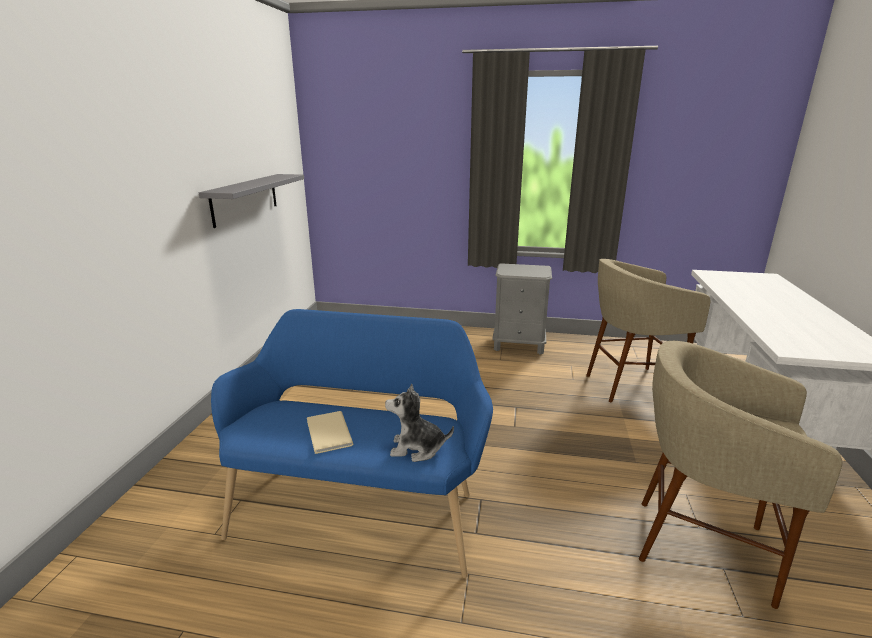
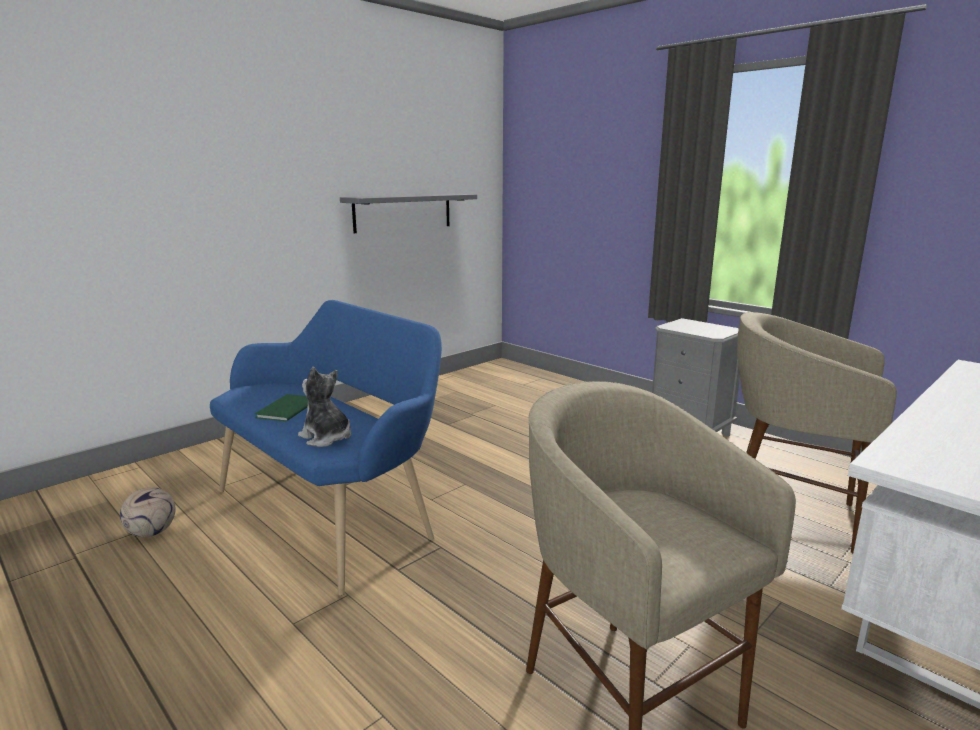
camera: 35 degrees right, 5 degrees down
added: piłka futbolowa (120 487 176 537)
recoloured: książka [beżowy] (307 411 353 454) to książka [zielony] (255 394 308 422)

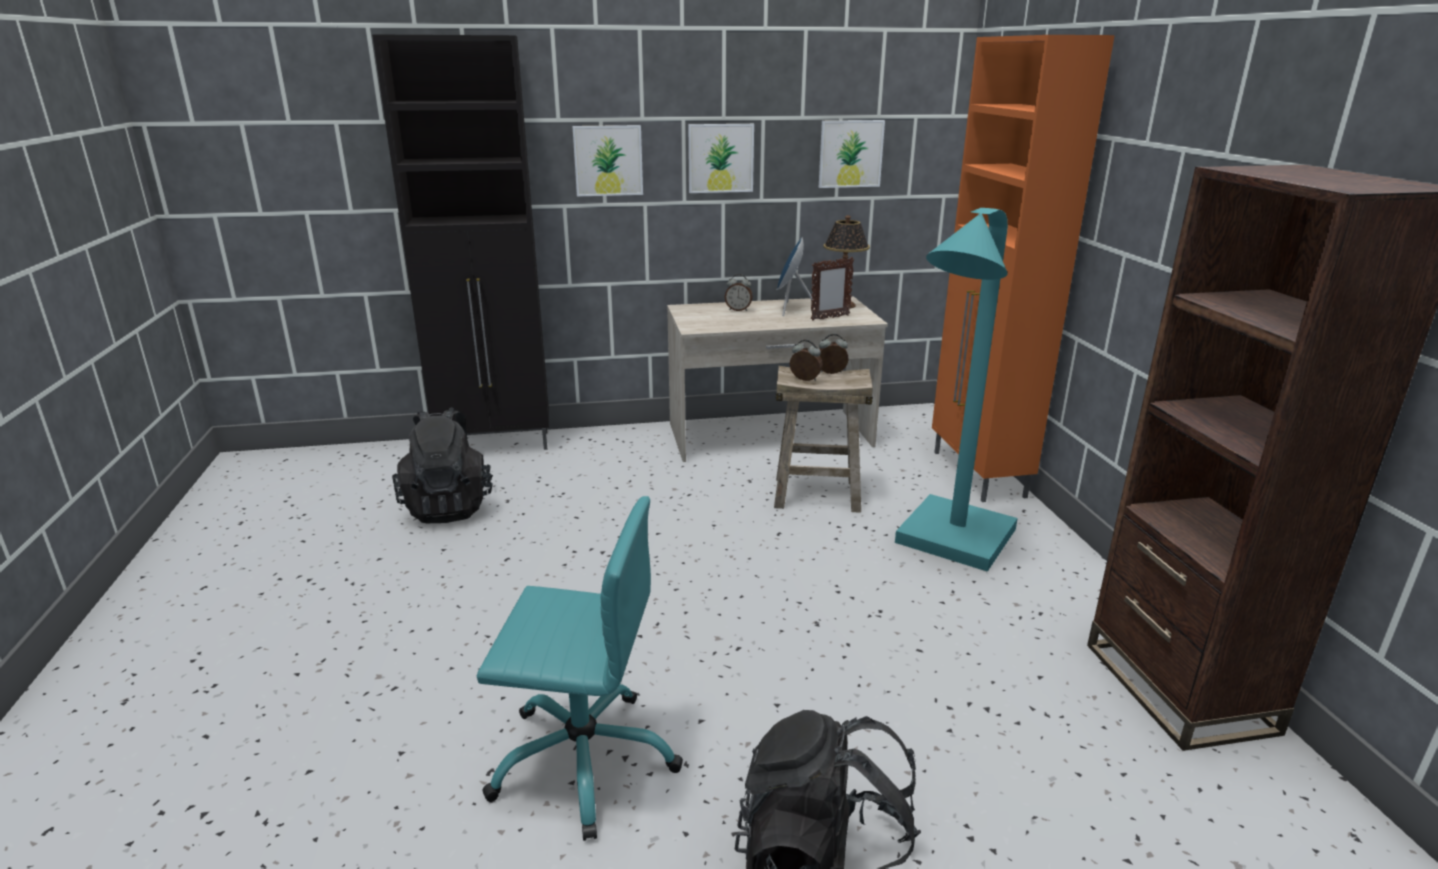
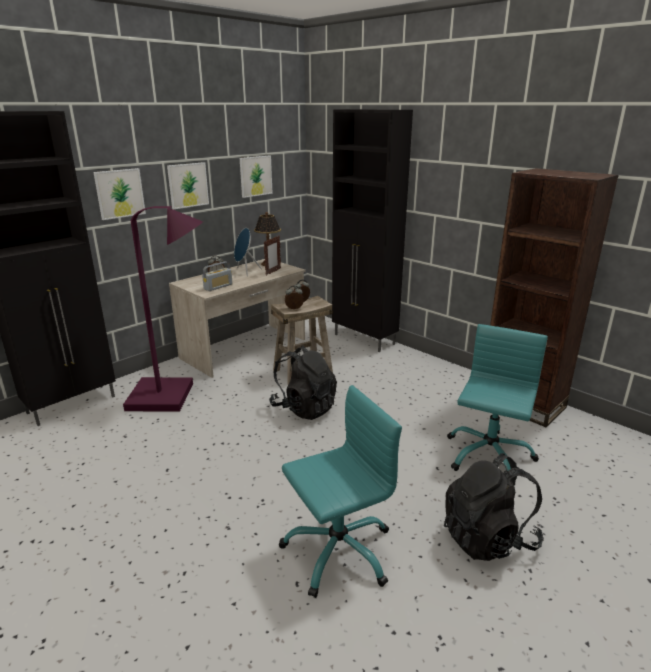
camera: 35 degrees left, 0 degrees up
removed: lampa stojąca [turkusowy] (895 208 1018 572)
added: lampa stojąca [fioletowy] (123 206 203 412); radio (202 261 233 291); krzesło biurowe [turkusowy] (447 324 548 485)
moved: plecak [czarny] (392 408 493 523) to (269 346 337 420)
recoloured: szafka [pomarańczowy] (932 35 1115 502) to szafka [czarny] (332 109 413 352)

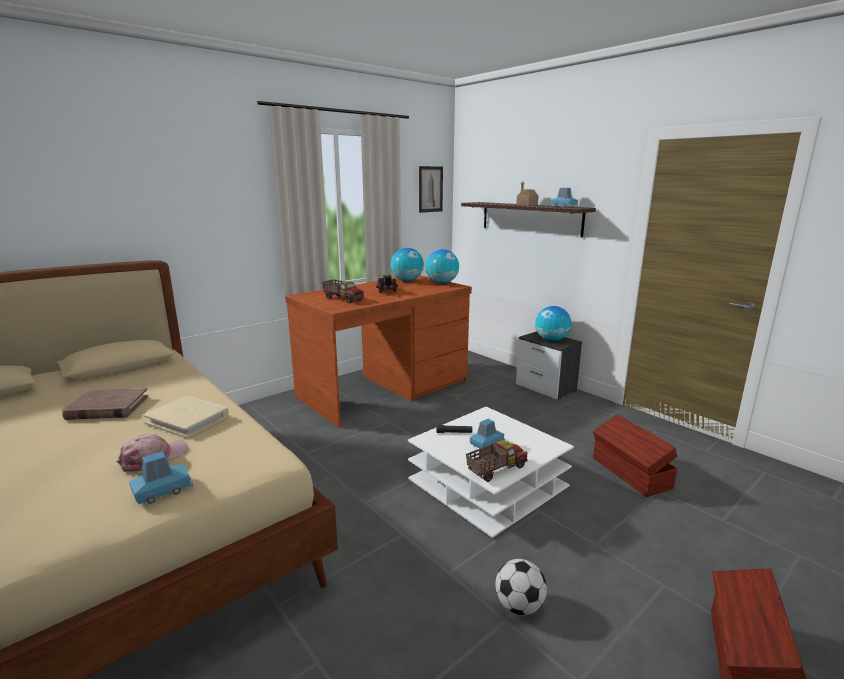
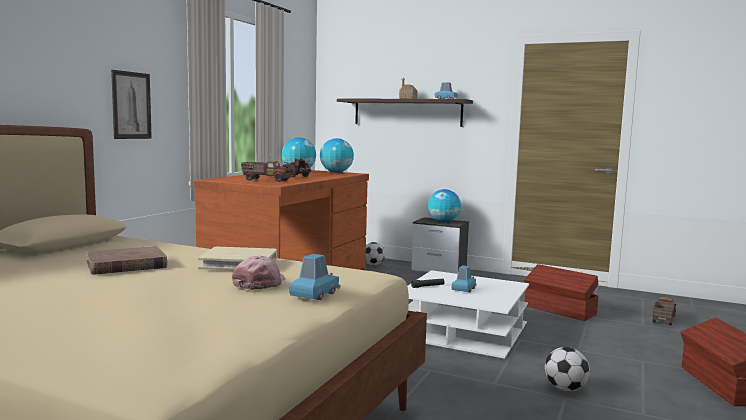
camera: 25 degrees left, 10 degrees down
added: piłka futbolowa (366 242 385 265)
moved: obraz (419 166 443 213) to (111 70 152 139); ciężarówka zabawkowa (466 440 528 482) to (653 297 676 325)

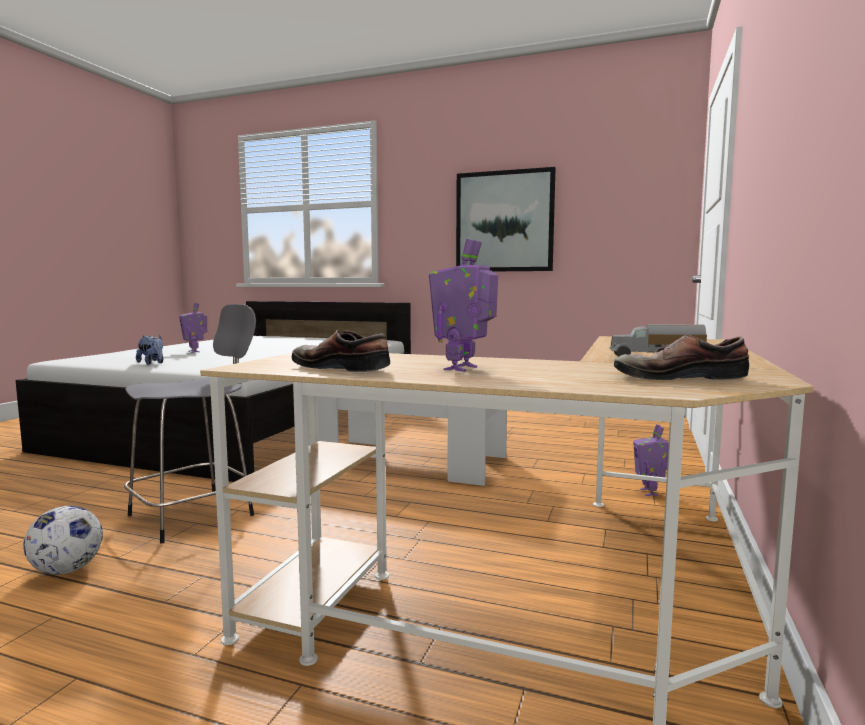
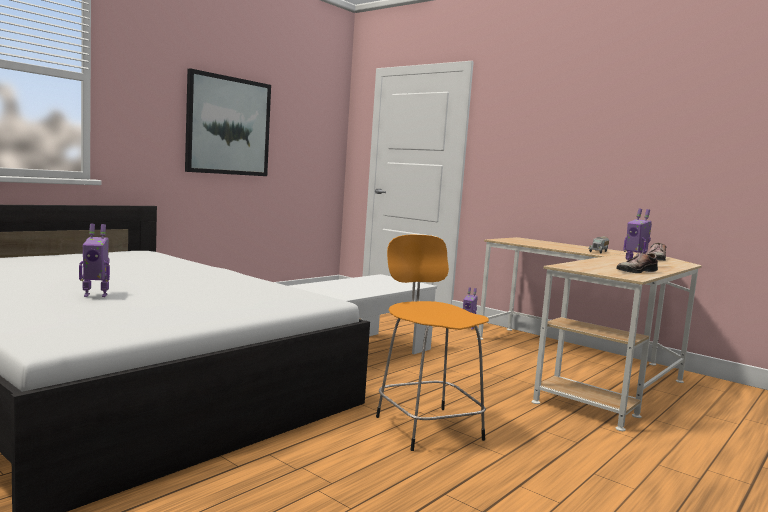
camera: 70 degrees left, 0 degrees up
removed: piłka futbolowa (23 505 103 575); pluszak (136 335 163 365)
recoloured: stołek [szary] (124 304 256 544) to stołek [pomarańczowy] (376 235 489 451)

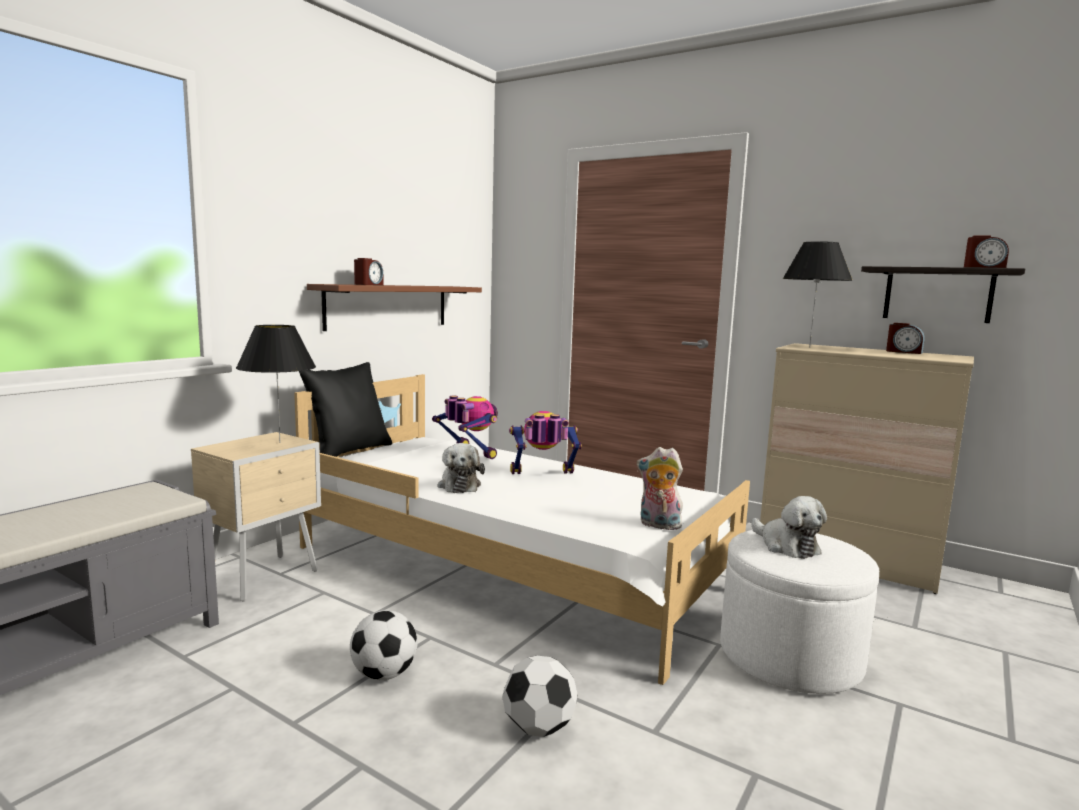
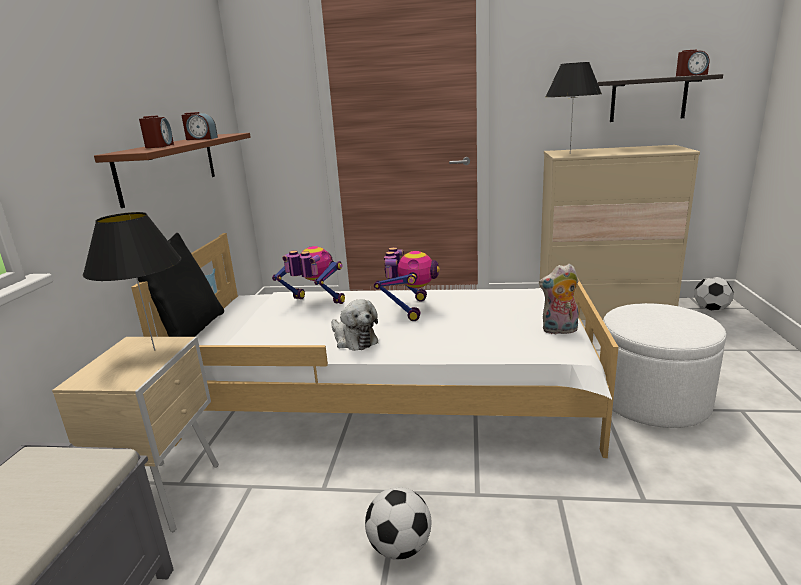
camera: 25 degrees left, 10 degrees up
removed: pluszak (751 496 827 559)
moved: budzik (886 323 925 354) to (181 112 218 140); piłka futbolowa (502 656 577 737) to (694 277 734 311)
turned: robot zabawkowy (509 411 582 474) = (374 247 440 321) 135 degrees clockwise

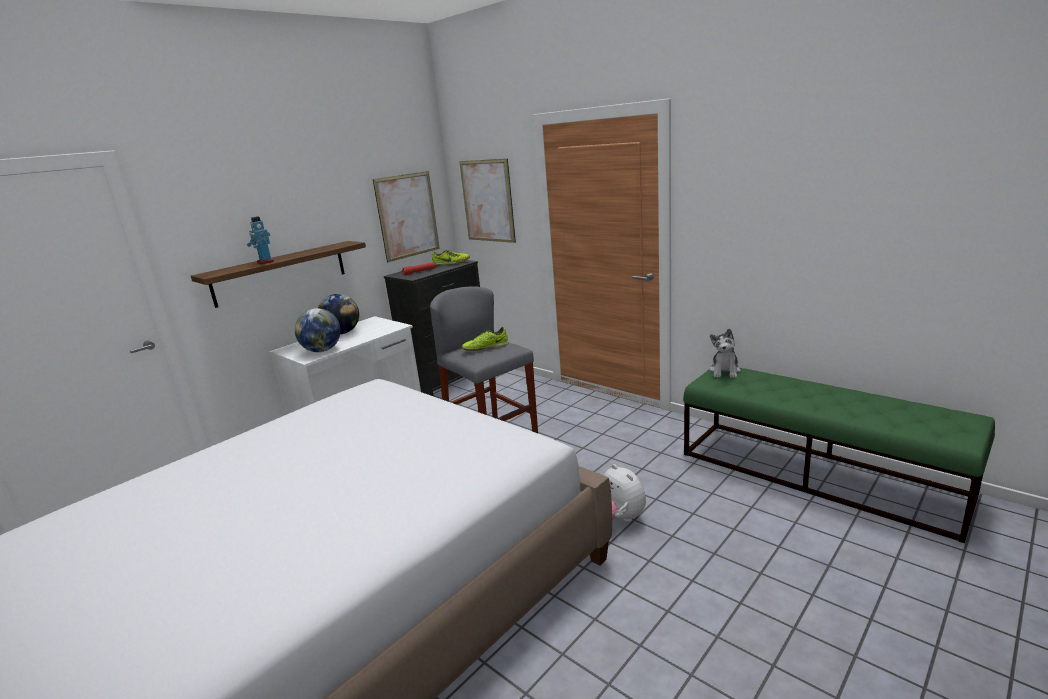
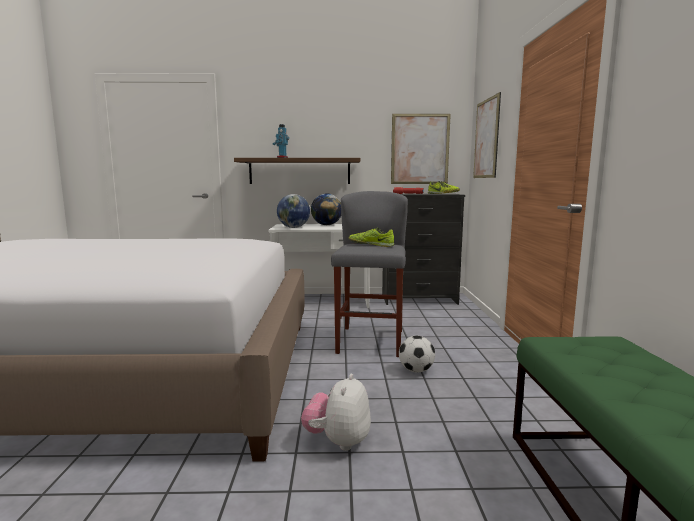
camera: 45 degrees right, 10 degrees down
removed: pluszak (709 328 741 378)
added: piłka futbolowa (399 336 435 373)

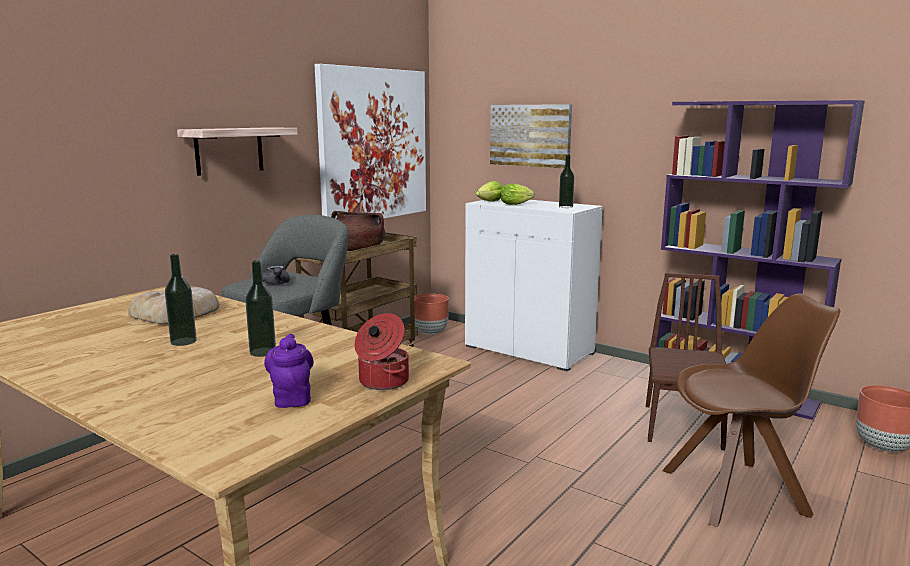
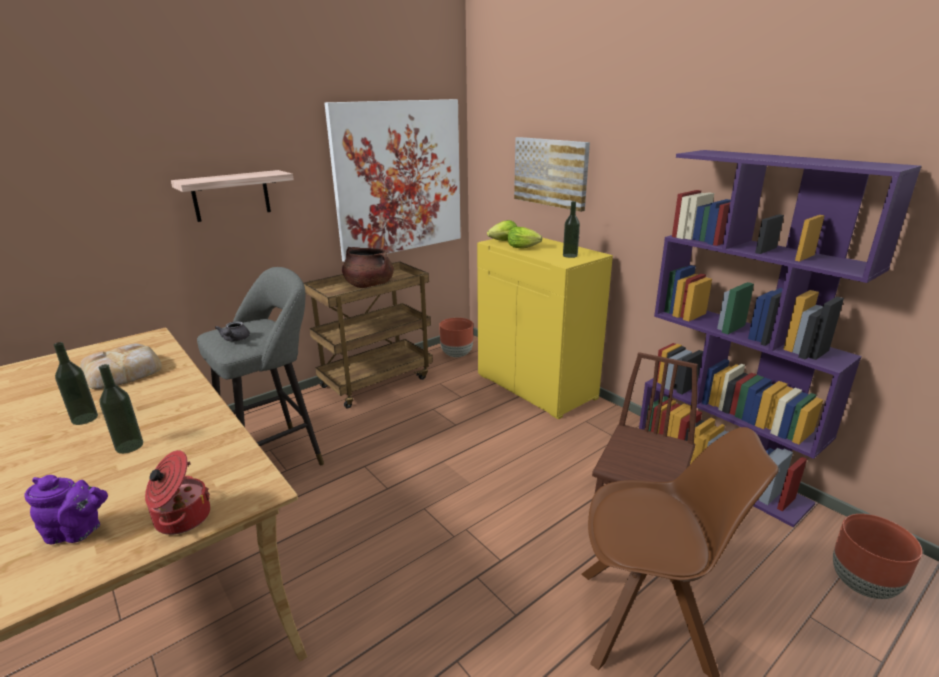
camera: 15 degrees right, 10 degrees up
recoloured: szafka [biały] (465 199 603 372) to szafka [żółty] (477 238 613 419)
turned: imbryk [fioletowy] (264 334 314 408) = (24 475 108 544) 90 degrees clockwise

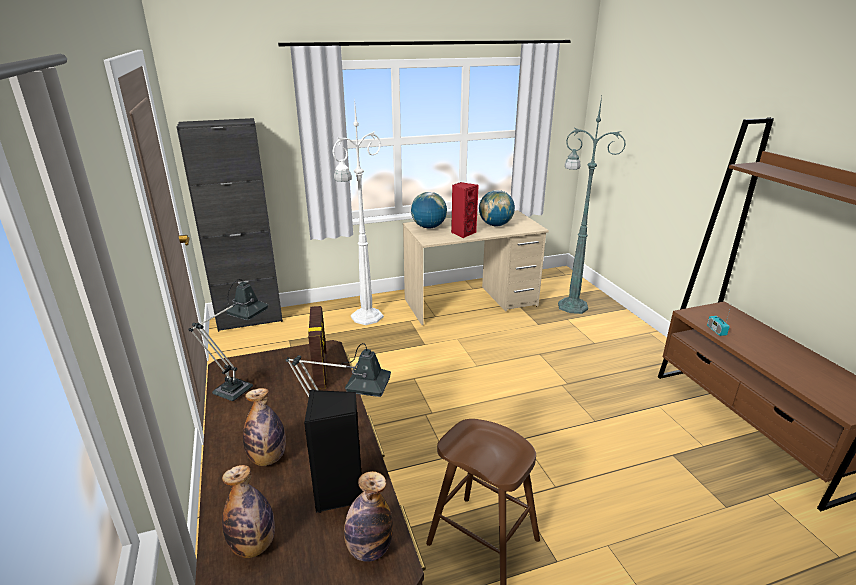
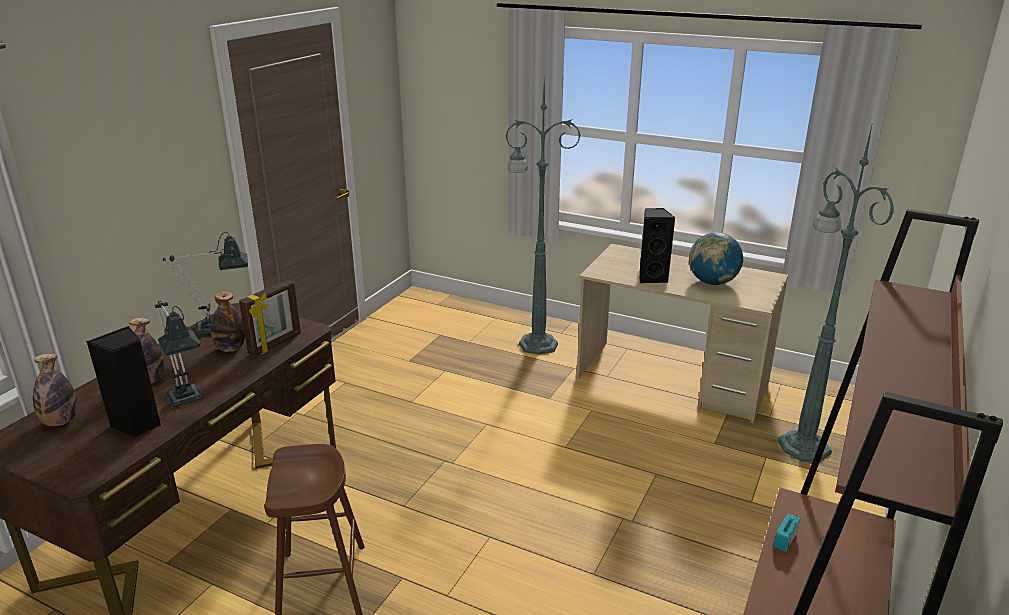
camera: 45 degrees right, 0 degrees up
removed: szafka [czarny] (177 118 283 332); globus (411 192 447 228)
moved: butelka (344 471 393 562) to (211 291 245 352)
recoloured: lampa stojąca [biały] (332 97 384 325) to lampa stojąca [zielony] (505 77 581 355); głośnik [czerwony] (451 182 479 238) to głośnik [czarny] (639 208 675 283)

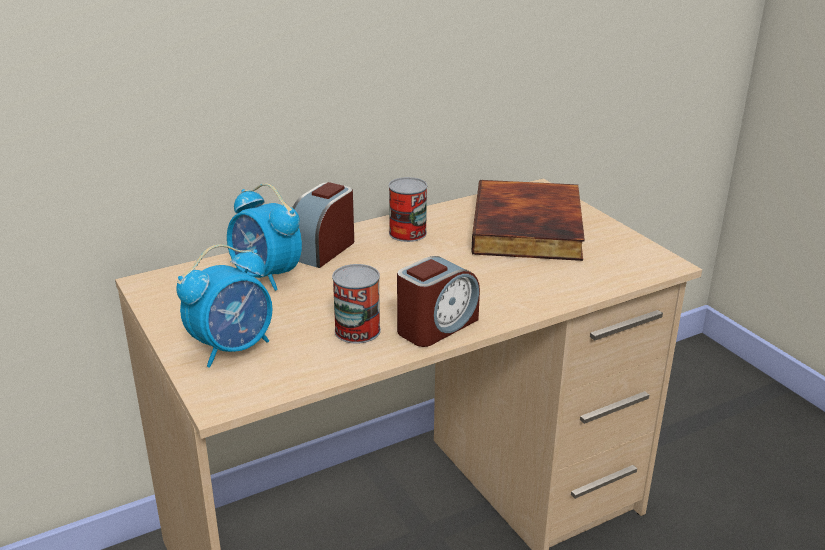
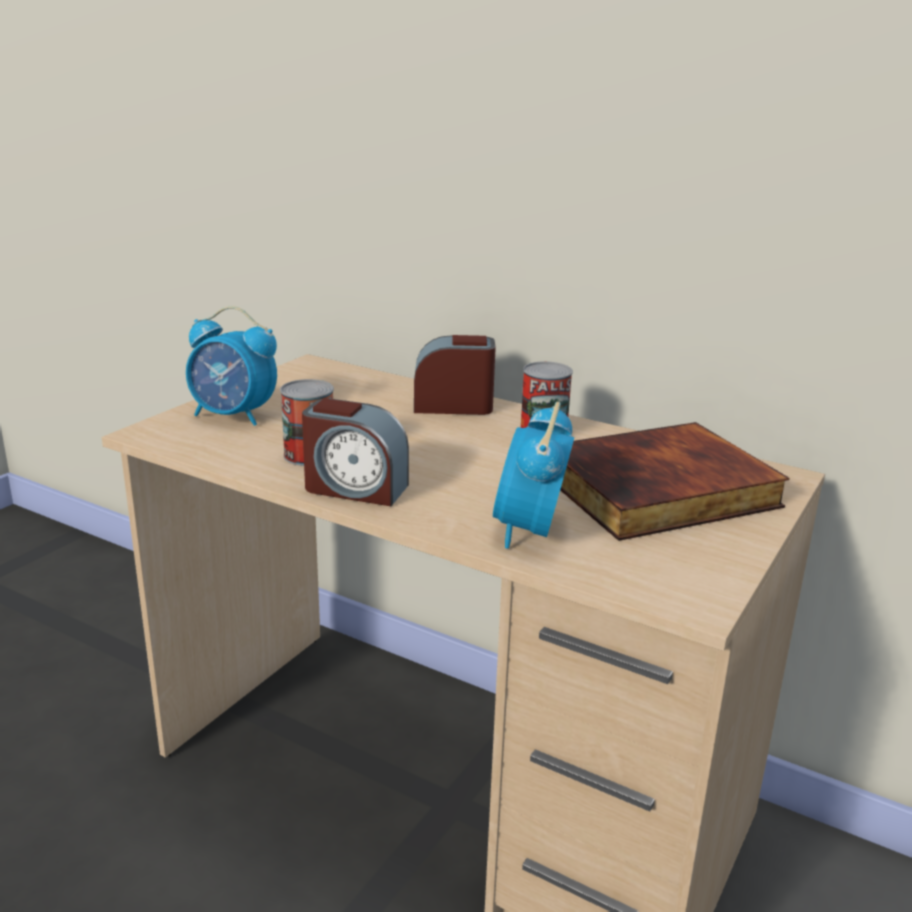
camera: 60 degrees right, 5 degrees down
moved: budzik (227 183 302 291) to (493 402 574 549)

